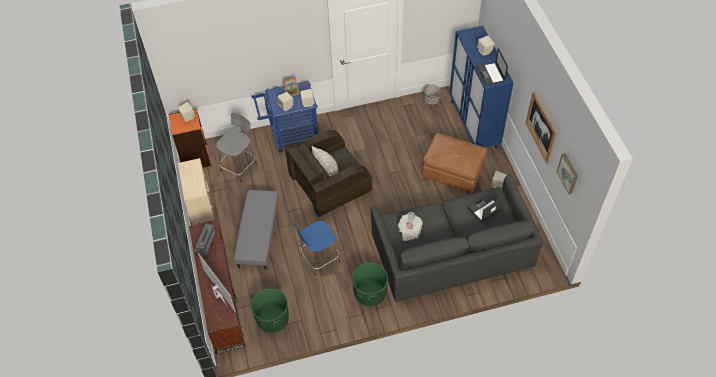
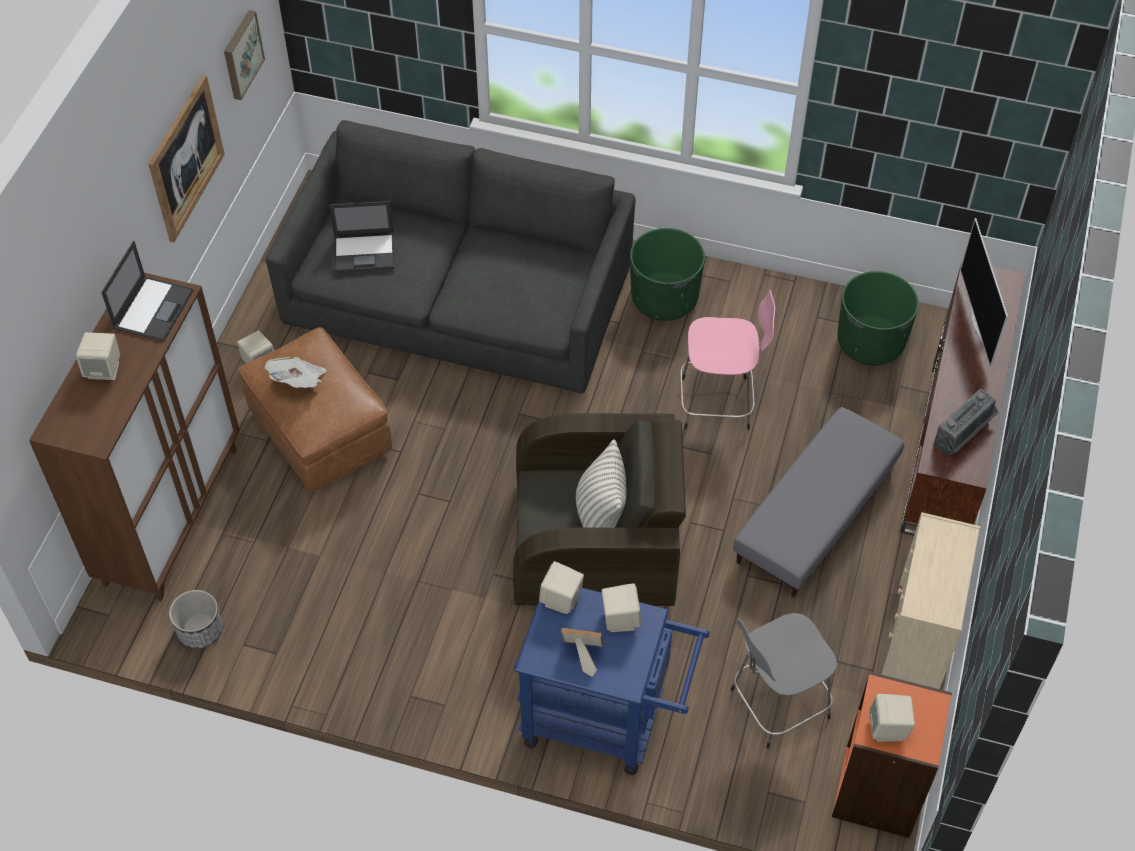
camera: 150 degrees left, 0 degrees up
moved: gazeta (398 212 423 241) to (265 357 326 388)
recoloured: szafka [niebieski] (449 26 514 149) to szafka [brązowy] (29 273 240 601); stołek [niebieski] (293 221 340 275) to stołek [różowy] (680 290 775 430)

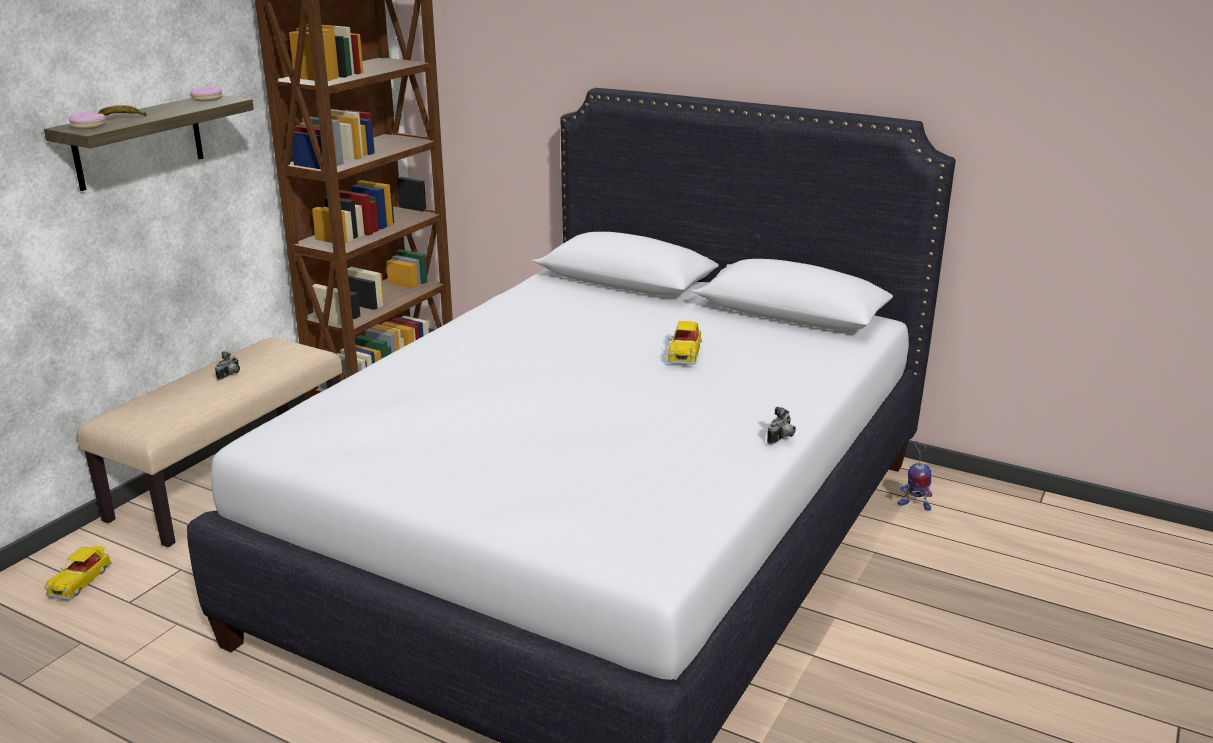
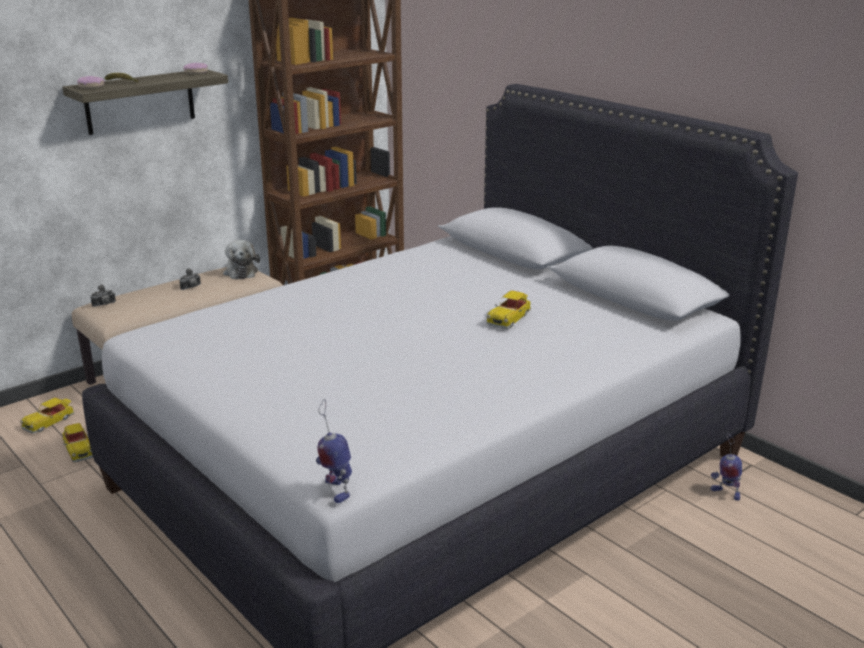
camera: 20 degrees right, 0 degrees up
added: samochodzik (63 423 93 462); pluszak (223 240 260 280); robot zabawkowy (316 399 352 503)
moved: aparat fotograficzny (767 407 796 444) to (90 285 116 307)

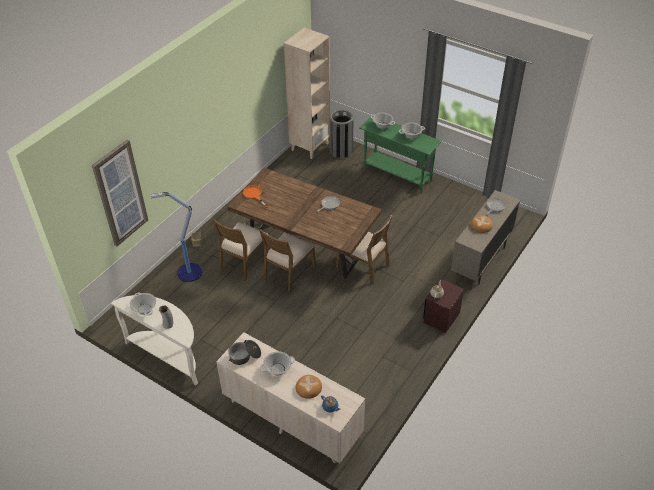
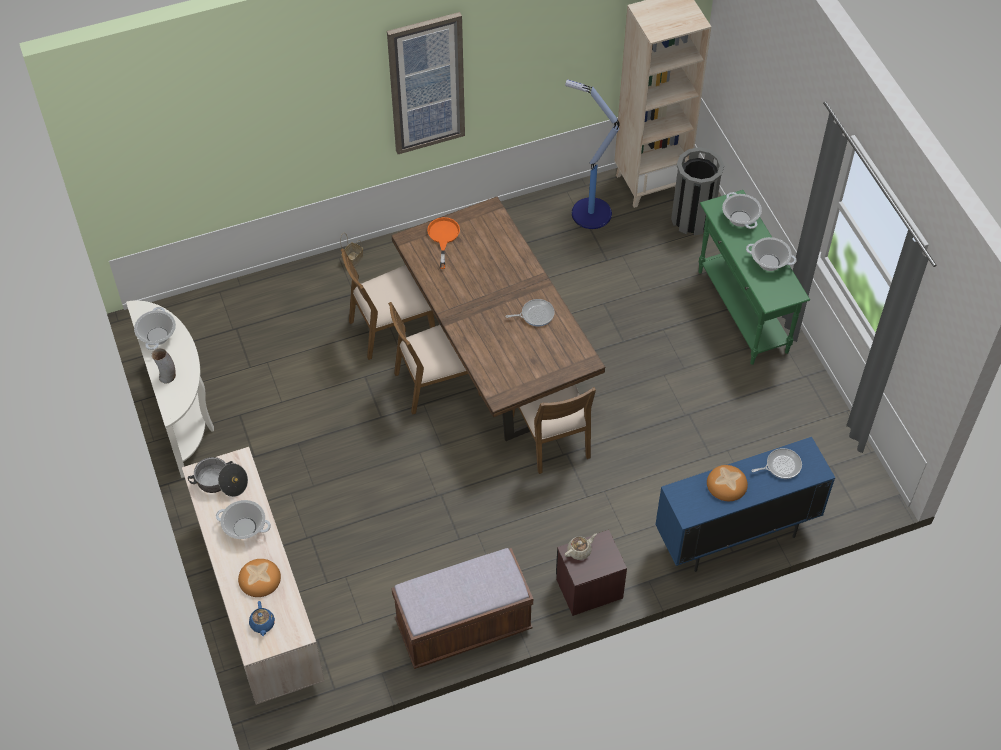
camera: 35 degrees right, 10 degrees up
added: ławka [brązowy] (391 548 533 669)
moved: obraz (92 140 148 246) to (387 12 465 154); lampa stojąca (151 191 203 282) to (565 79 620 229)
recoloured: szafka [beżowy] (451 190 520 285) to szafka [niebieski] (655 437 835 572)

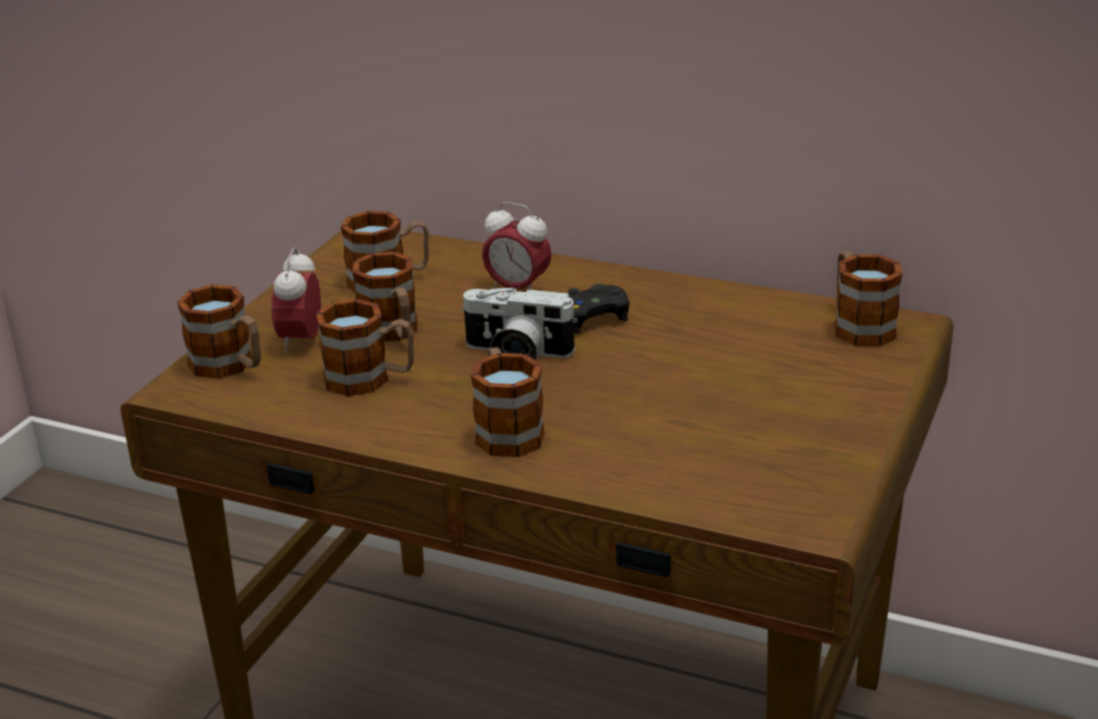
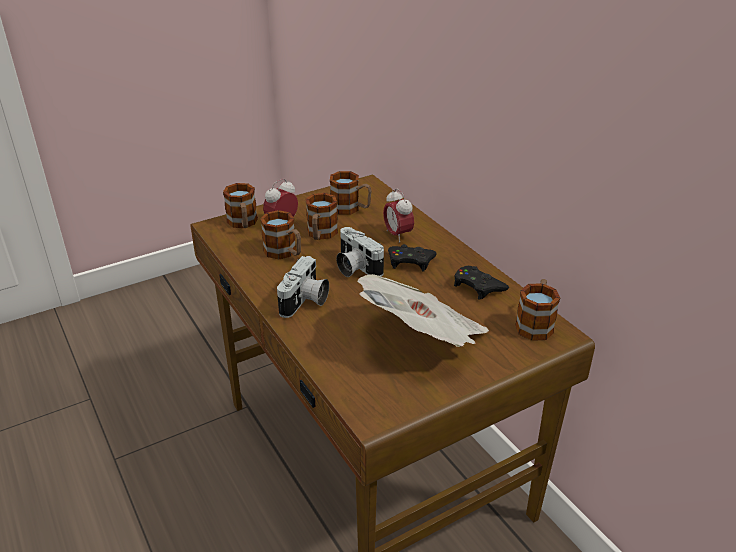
camera: 35 degrees right, 5 degrees up
added: gazeta (357 274 489 347); pad do gier [czarny] (454 266 509 300)
replaced: kubek (471 347 545 457) to aparat fotograficzny (277 256 329 318)

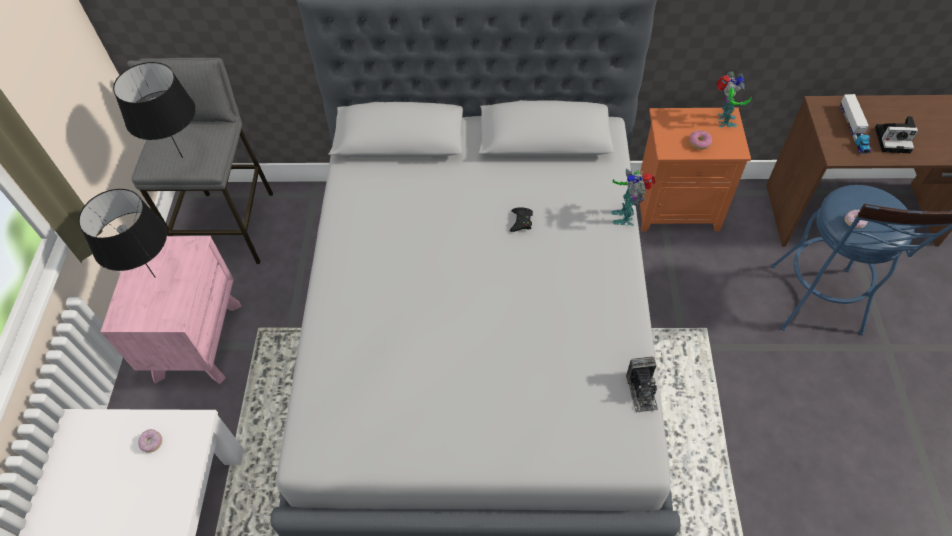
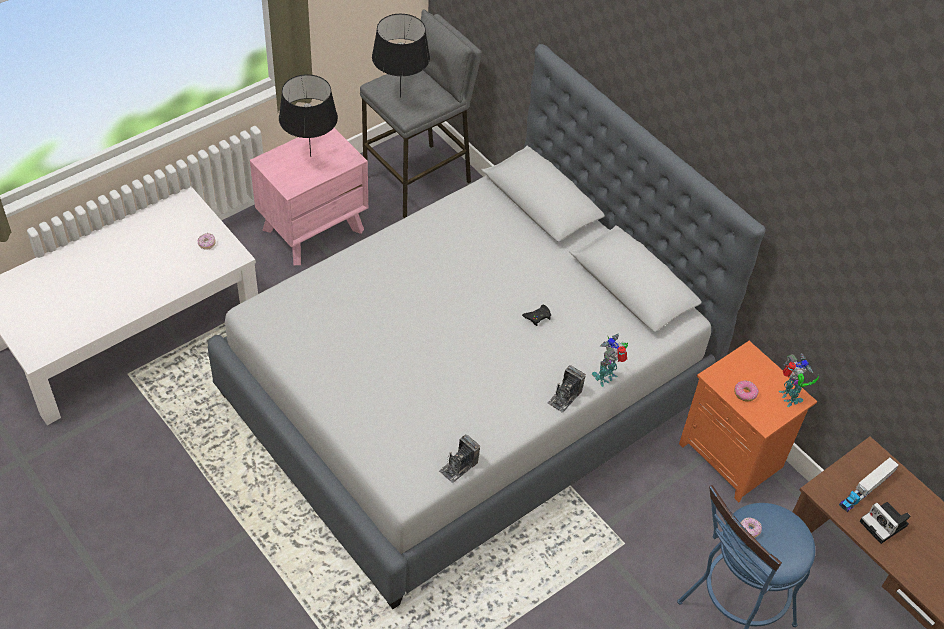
camera: 45 degrees right, 5 degrees down
added: aparat fotograficzny (547 365 586 413)
turned: robot zabawkowy (716 72 752 128) = (779 353 819 407) 75 degrees counterclockwise

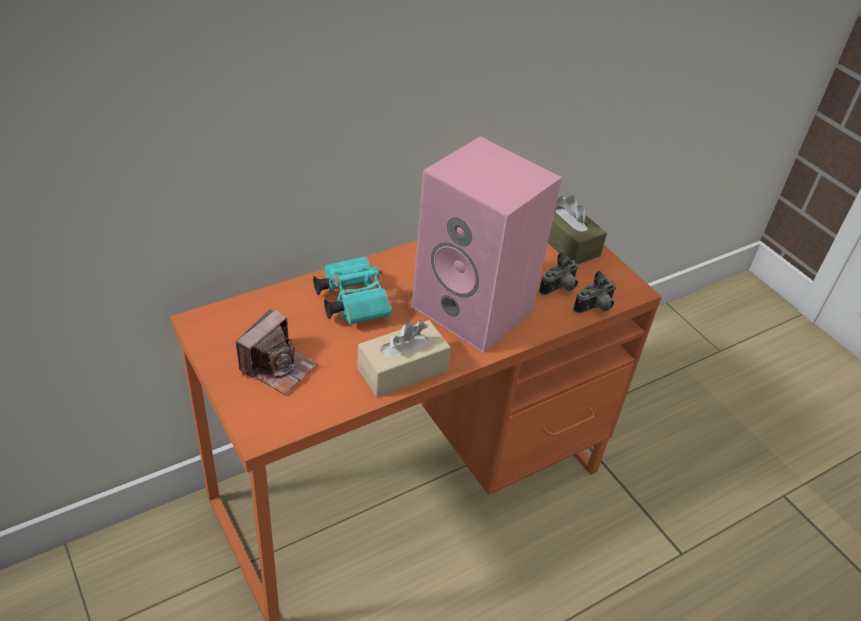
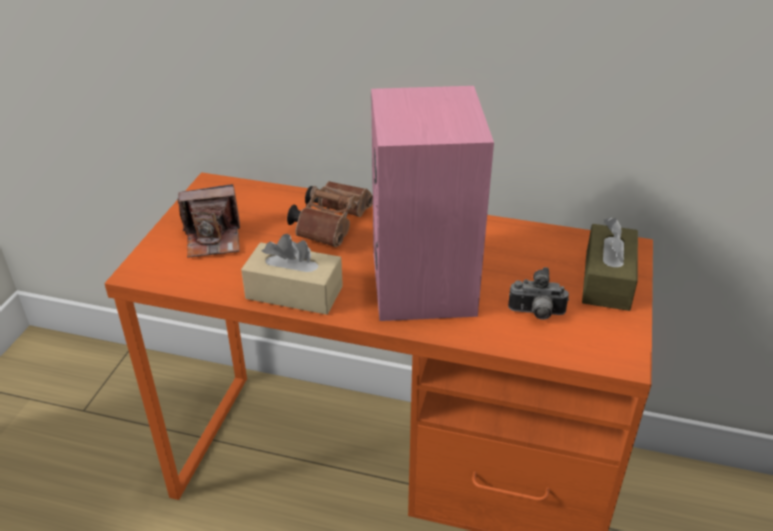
camera: 50 degrees right, 5 degrees down
removed: aparat fotograficzny (573 271 616 314)
recoloured: lornetka [turkusowy] (313 256 392 324) to lornetka [brązowy] (287 181 373 247)

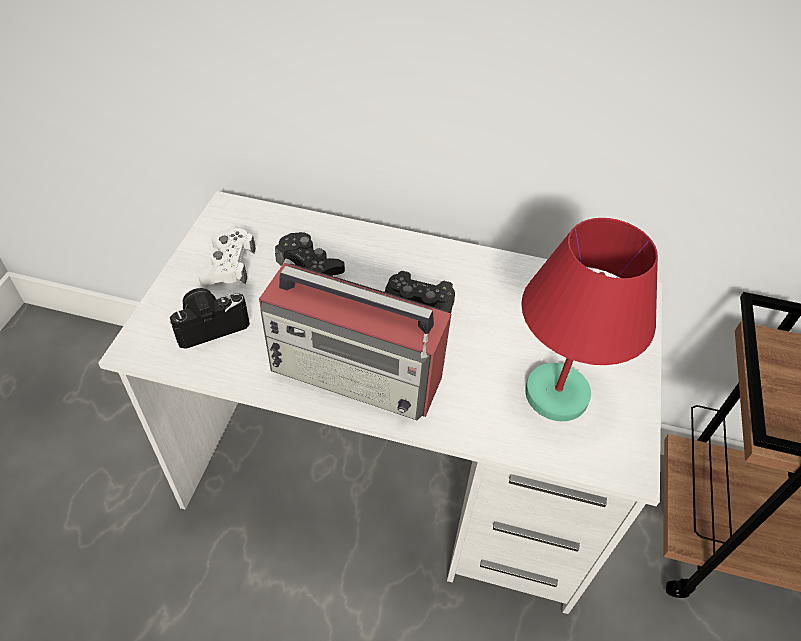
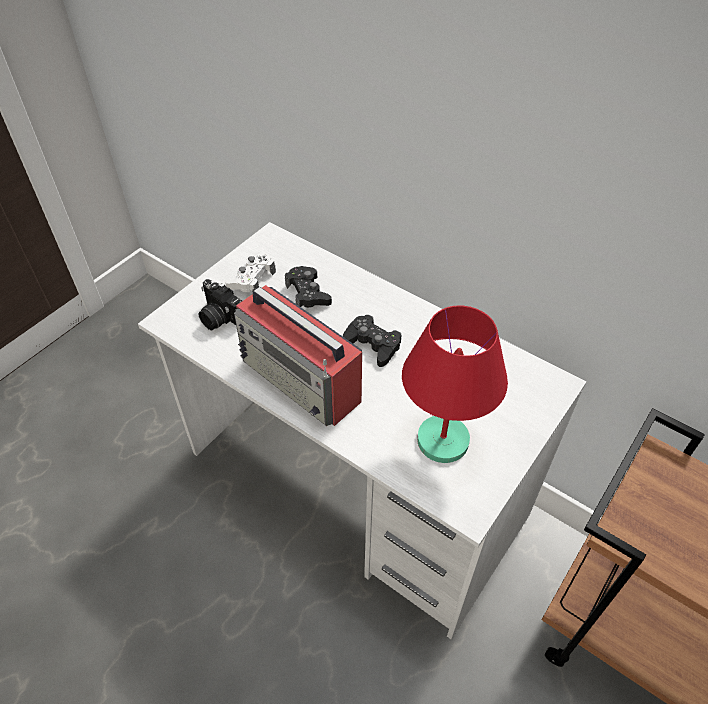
camera: 25 degrees right, 0 degrees up
turned: aparat fotograficzny (170 288 250 349) = (199 279 242 330) 135 degrees counterclockwise

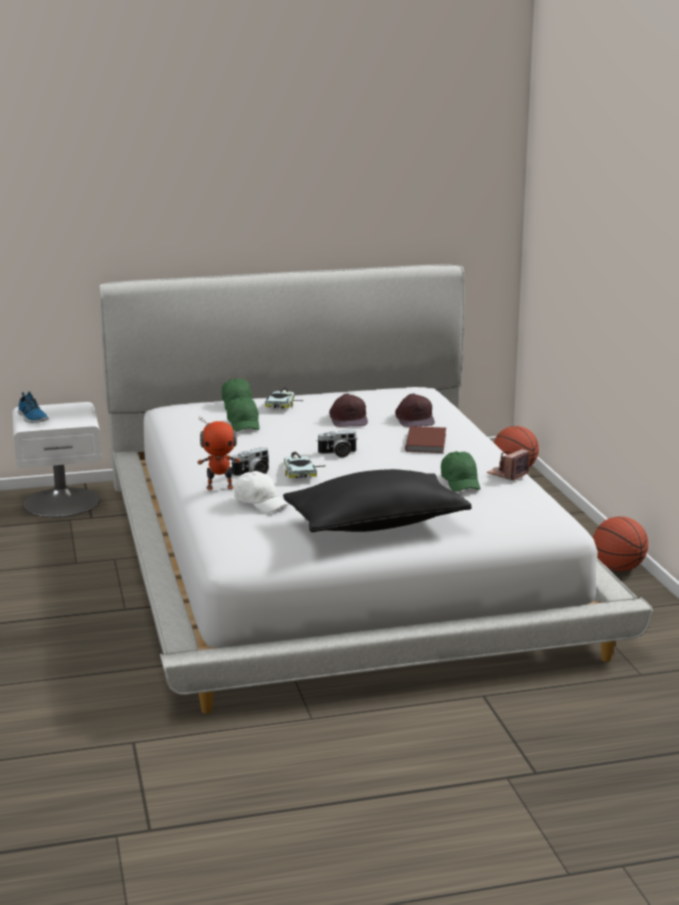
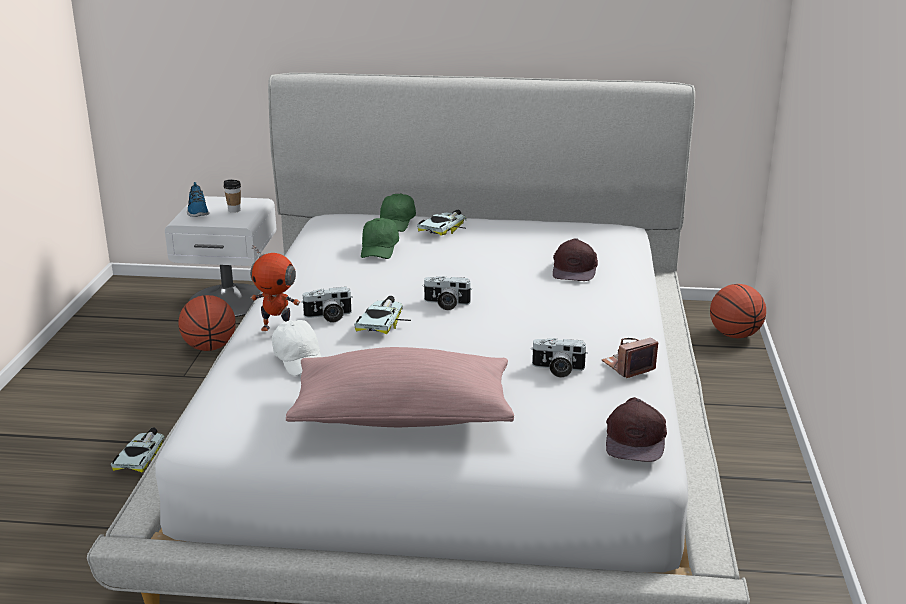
camera: 20 degrees right, 5 degrees up
removed: książka [brązowy] (405 426 446 453)
added: samochodzik (111 427 165 472); filiżanka (223 179 241 213)
moved: piłka do koszykówki (593 516 648 571) to (179 295 236 351); czapka z daszkiem [brązowy] (329 393 368 427) to (606 397 667 462)
replaced: czapka z daszkiem [zielony] (441 451 481 492) to aparat fotograficzny (531 338 588 378)
recoloured: poduszka [czarny] (283 469 472 532) to poduszka [różowy] (286 347 514 427)

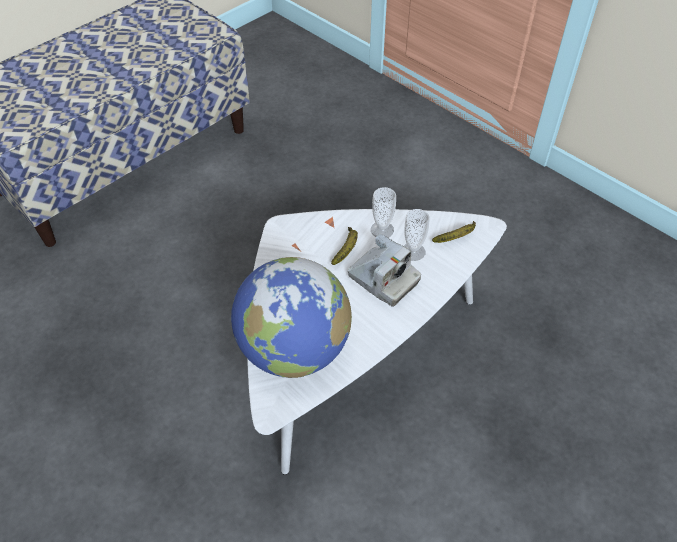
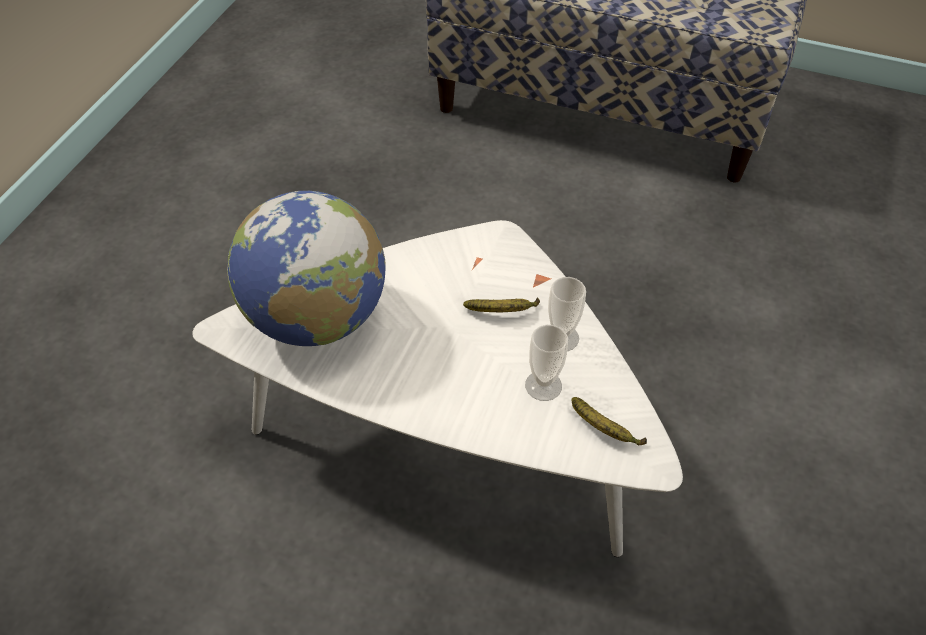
camera: 65 degrees right, 0 degrees up
removed: aparat fotograficzny (348 234 421 306)

